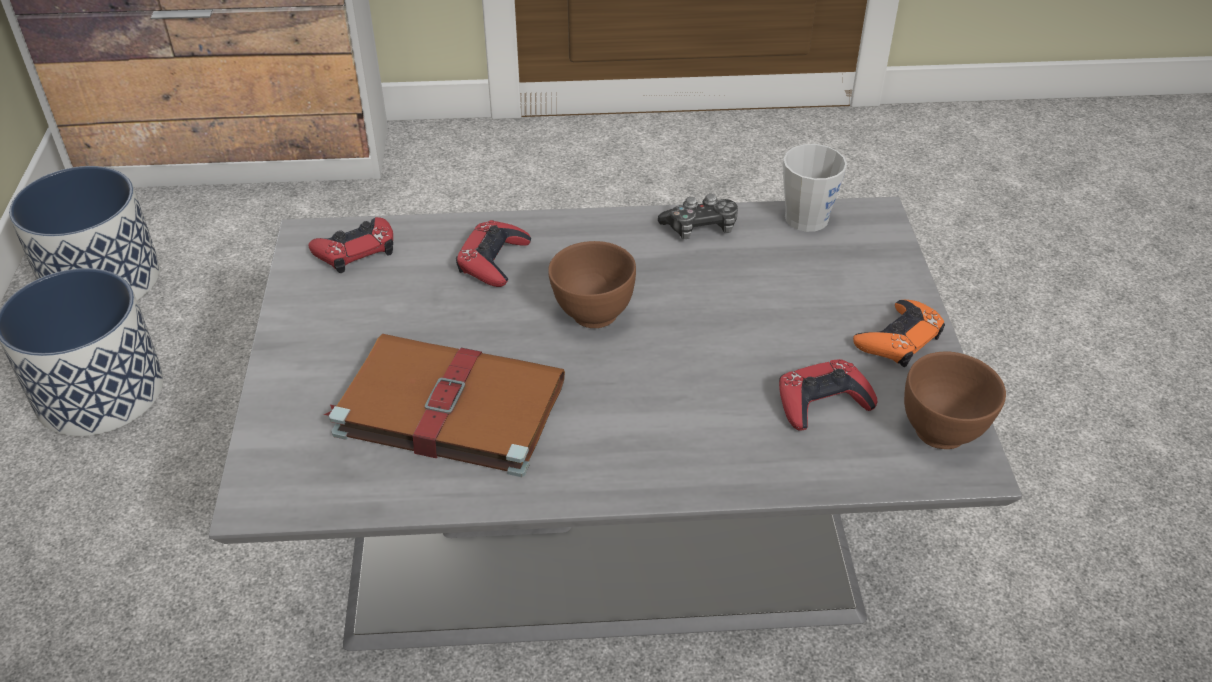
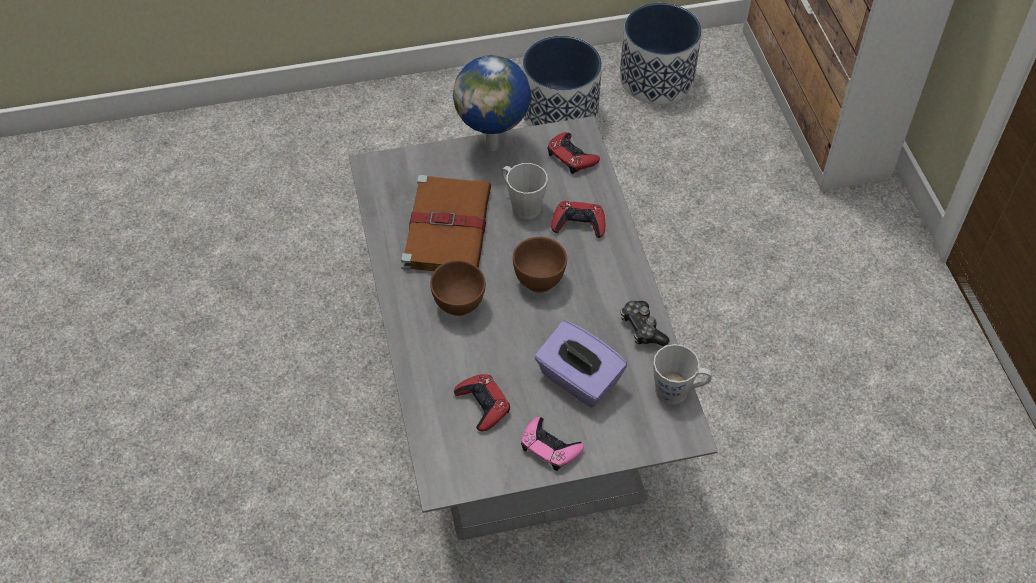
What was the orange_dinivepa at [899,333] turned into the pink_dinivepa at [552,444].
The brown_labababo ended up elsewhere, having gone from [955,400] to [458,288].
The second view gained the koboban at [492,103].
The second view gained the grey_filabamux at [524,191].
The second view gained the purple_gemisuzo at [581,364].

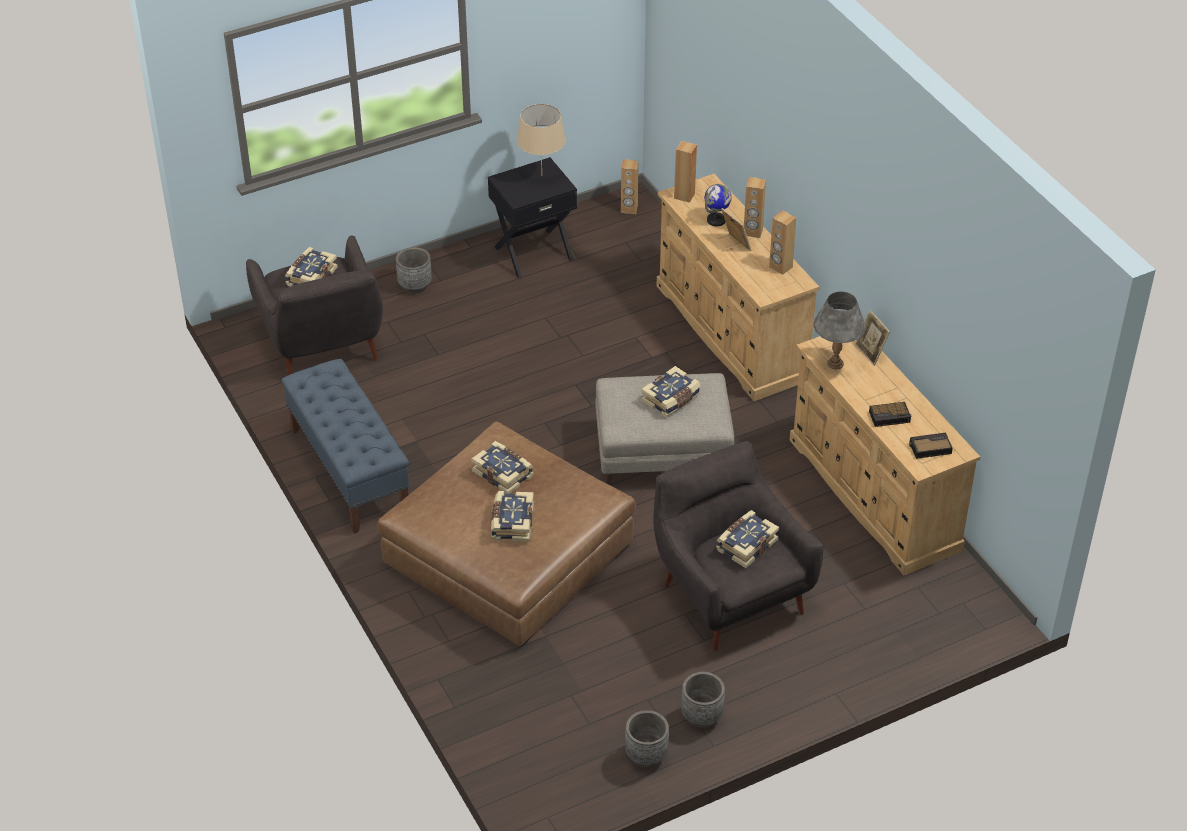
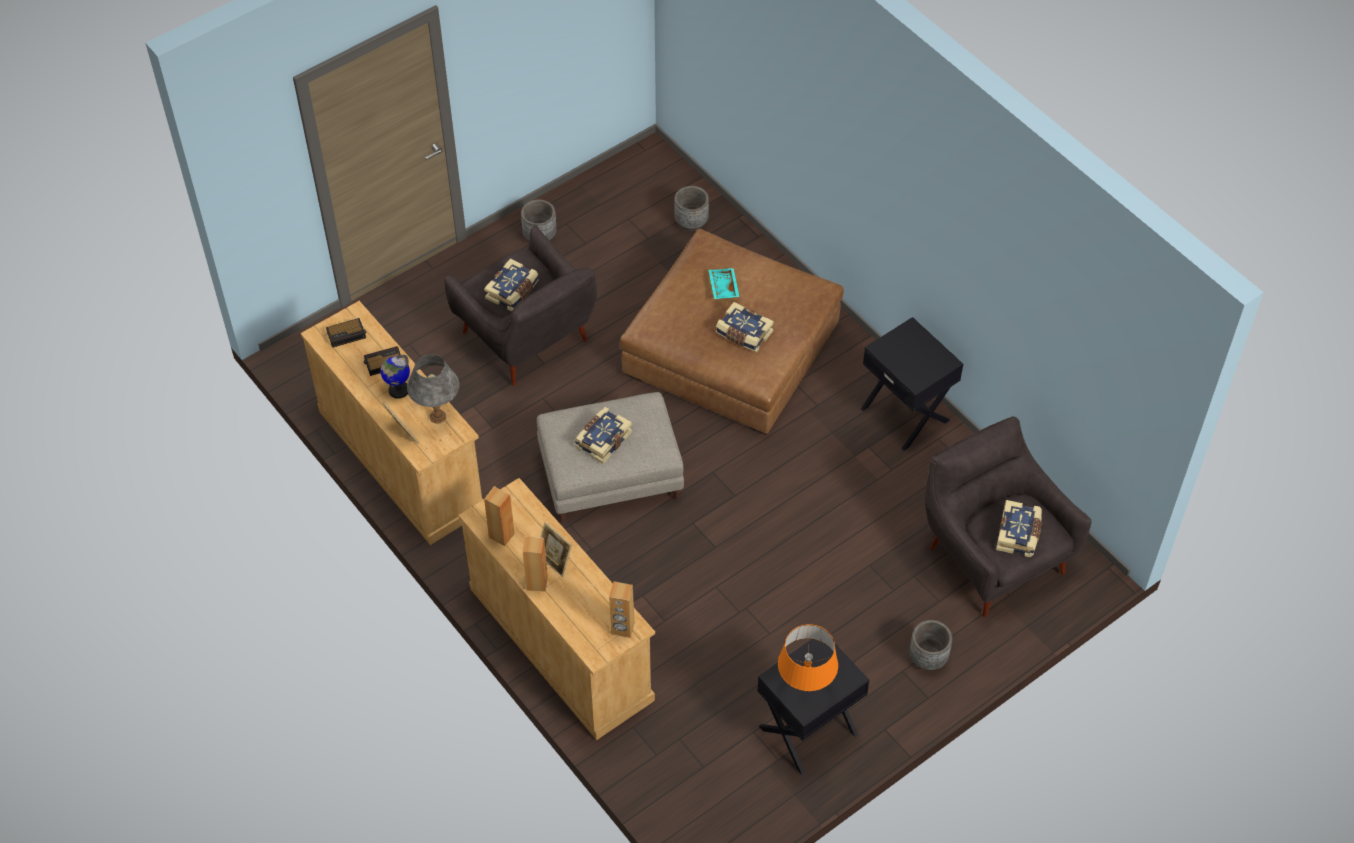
Where the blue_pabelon stood at [345,446], the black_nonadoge came to stand at [912,384].
Where the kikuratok stood at [512,516], the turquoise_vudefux came to stand at [724,283].
What was the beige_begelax at [541,137] turned into the orange_begelax at [808,658].
The second view lost the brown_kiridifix at [629,186].
The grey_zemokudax ended up elsewhere, having gone from [647,738] to [691,208].
The koboban ended up elsewhere, having gone from [718,205] to [395,377].

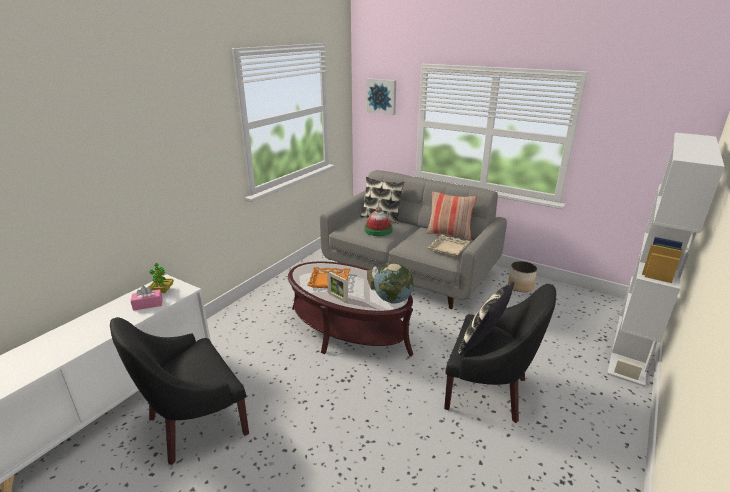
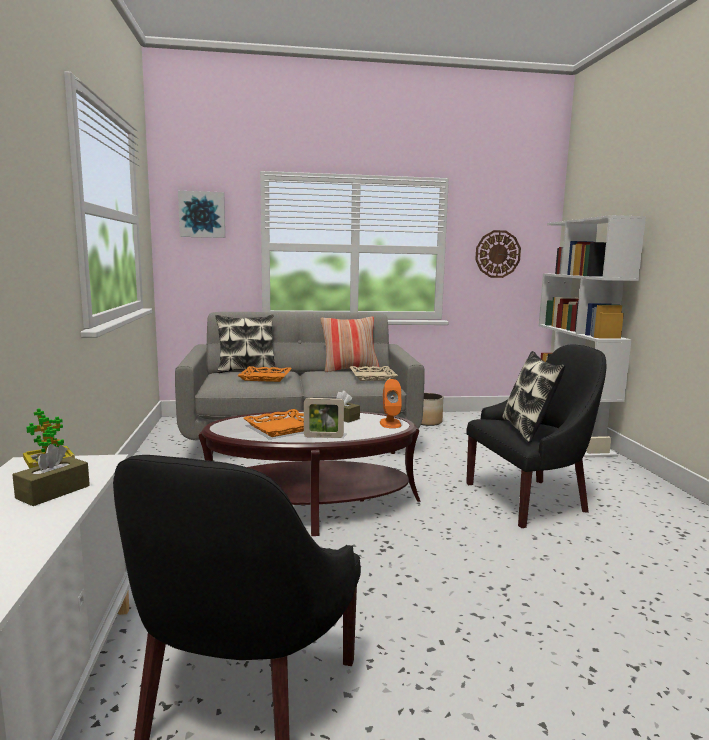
What was the pink_gemisuzo at [147,298] turned into the brown_gemisuzo at [51,475].
Where the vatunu stood at [378,221], the orange_vudefux came to stand at [264,374].
Where the koboban stood at [394,283], the orange_kiridifix came to stand at [391,403].
The second view gained the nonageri at [498,254].

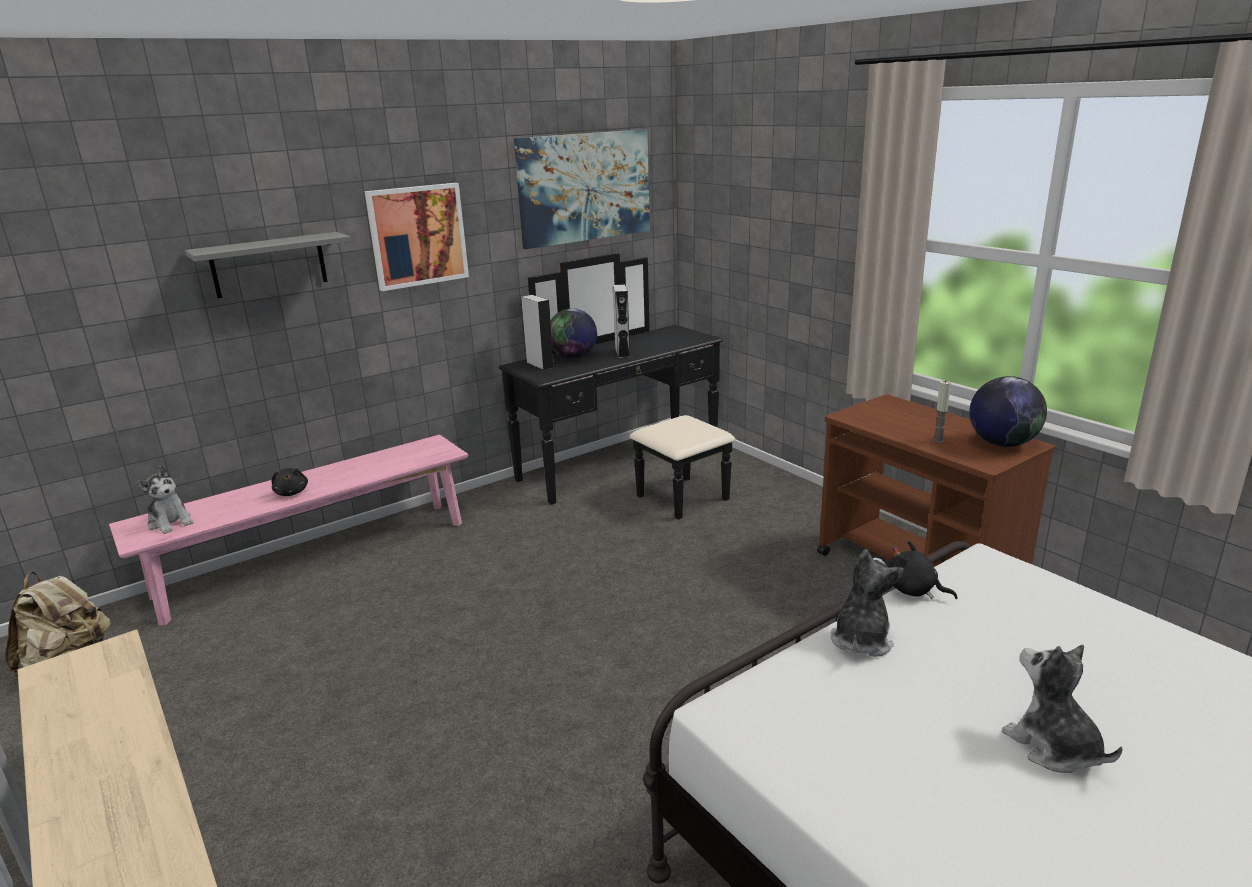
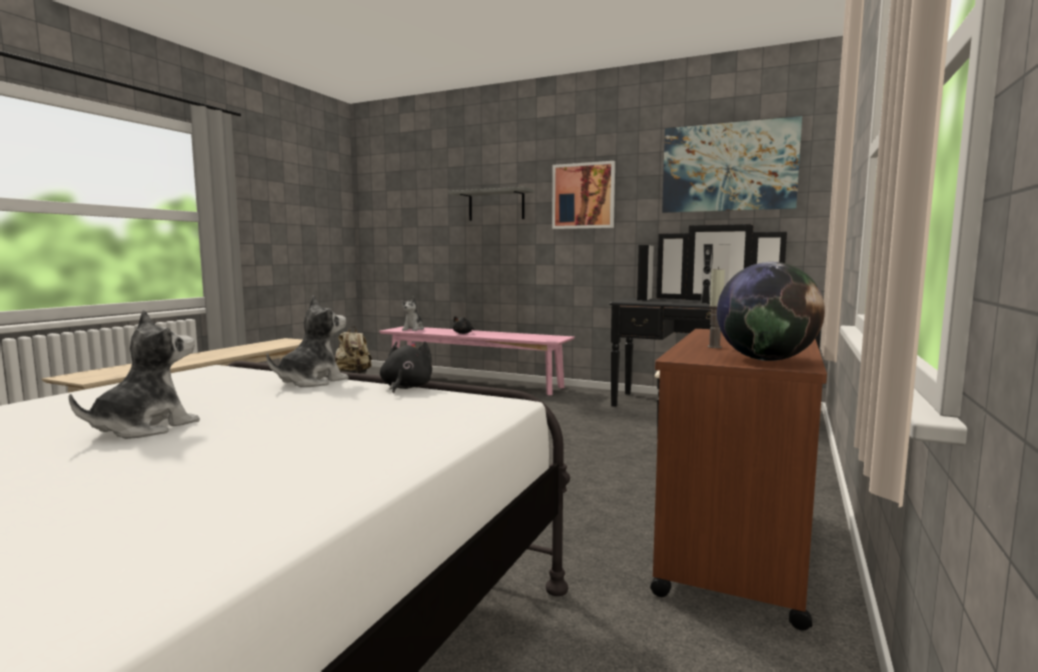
The second view lost the koboban at [574,333].
The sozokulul at [867,603] ended up facing another way, 45 degrees counterclockwise from before.

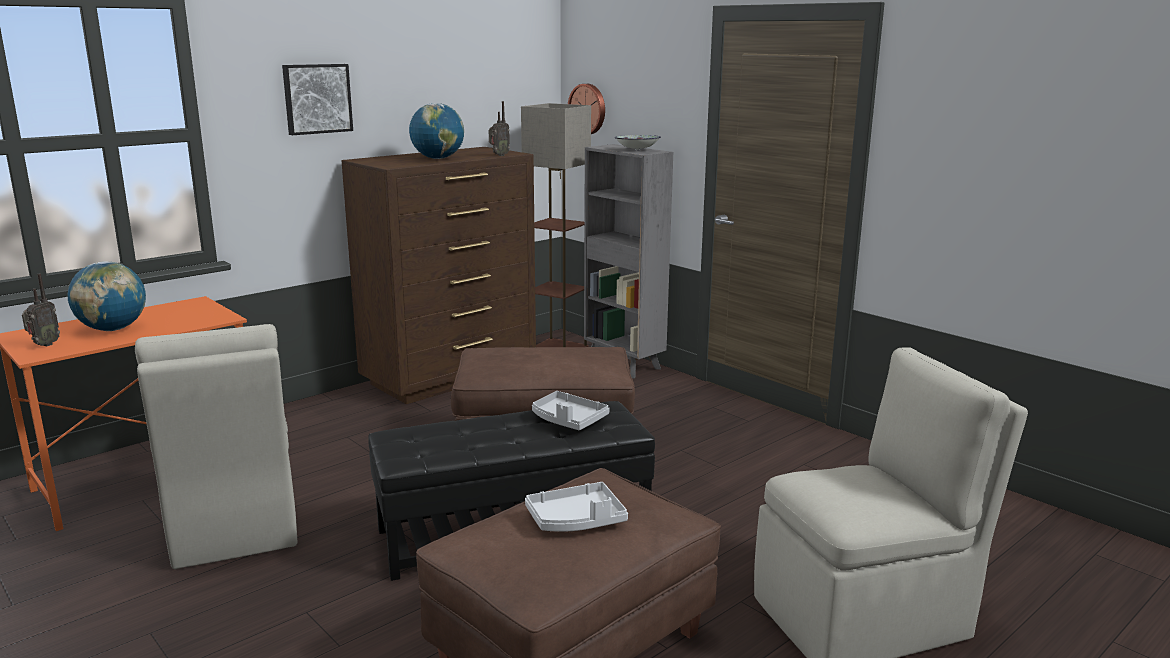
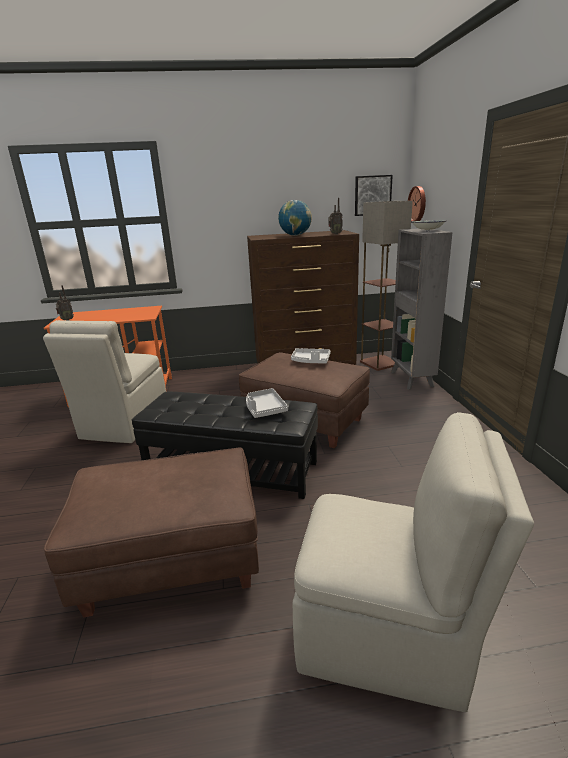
The second view lost the koboban at [106,296].
The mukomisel ended up elsewhere, having gone from [317,99] to [374,195].
The white_vudefux ended up elsewhere, having gone from [576,507] to [310,356].

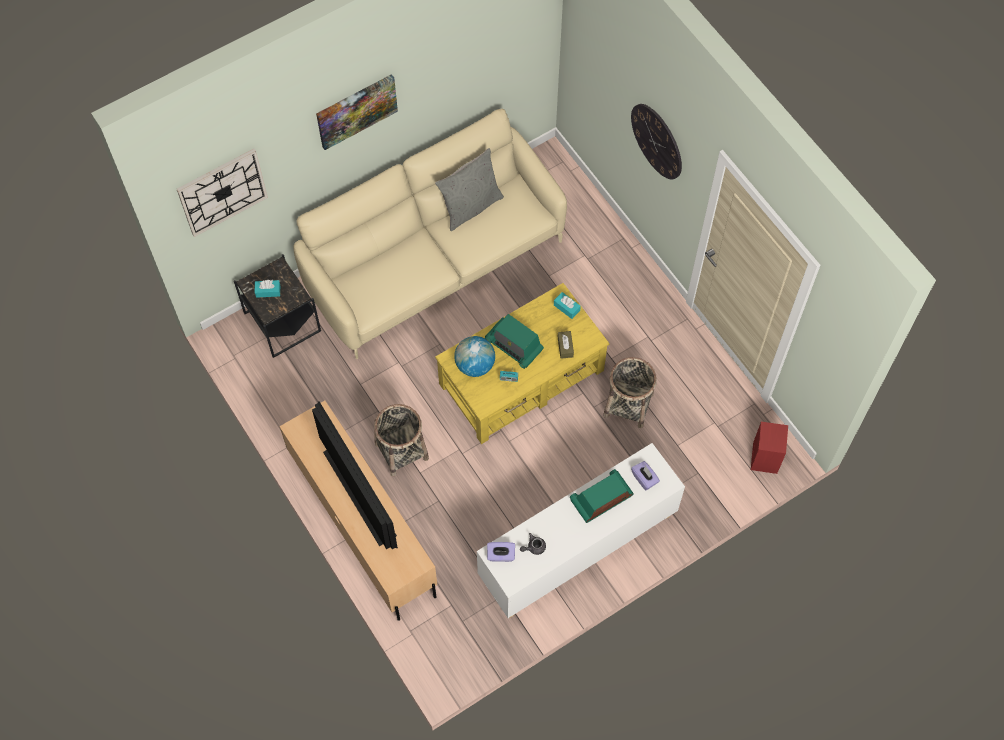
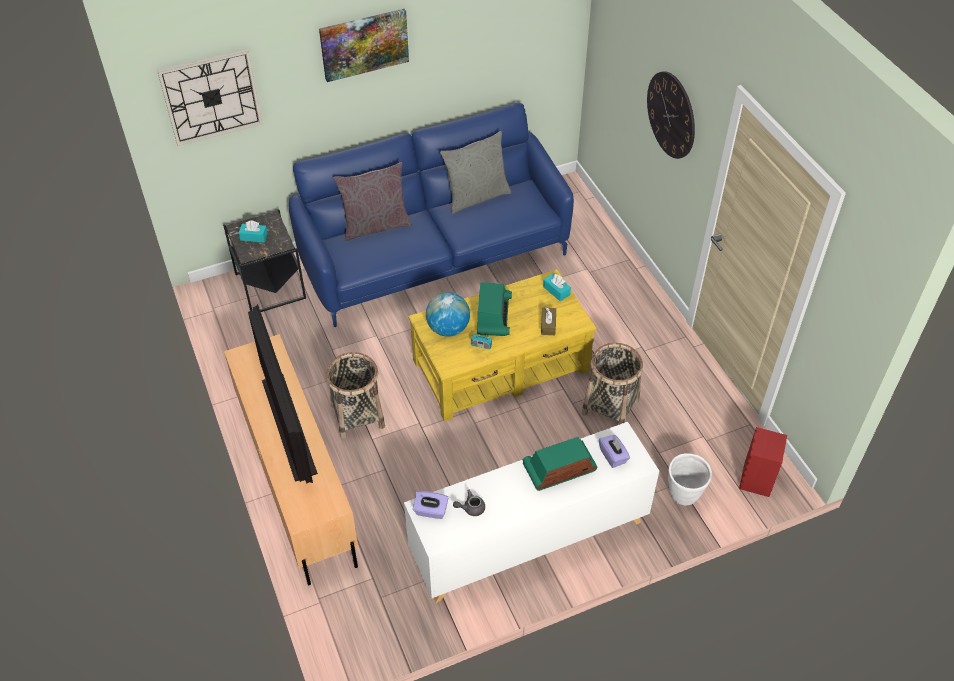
What was the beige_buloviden at [430,234] turned into the blue_buloviden at [431,215].
The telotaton at [514,341] ended up facing another way, 135 degrees counterclockwise from before.
The second view gained the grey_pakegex at [372,201].
The second view gained the white_zemokudax at [690,479].

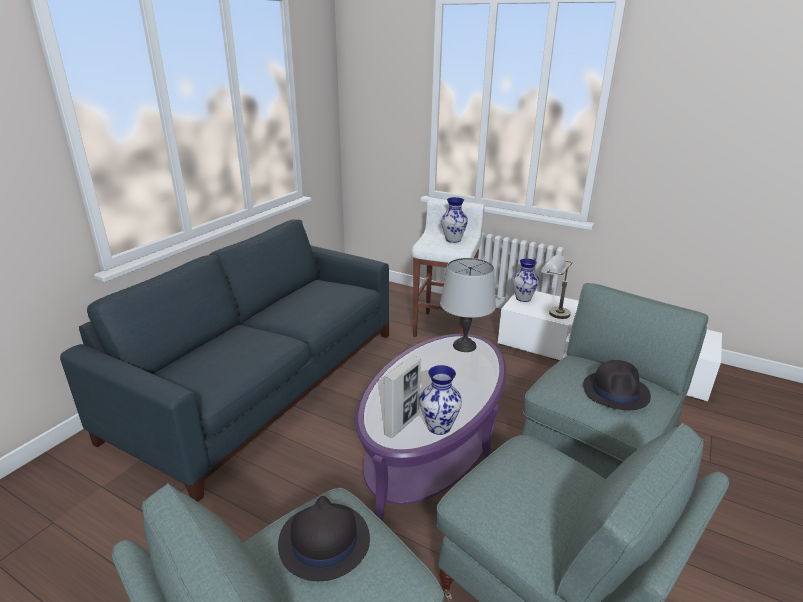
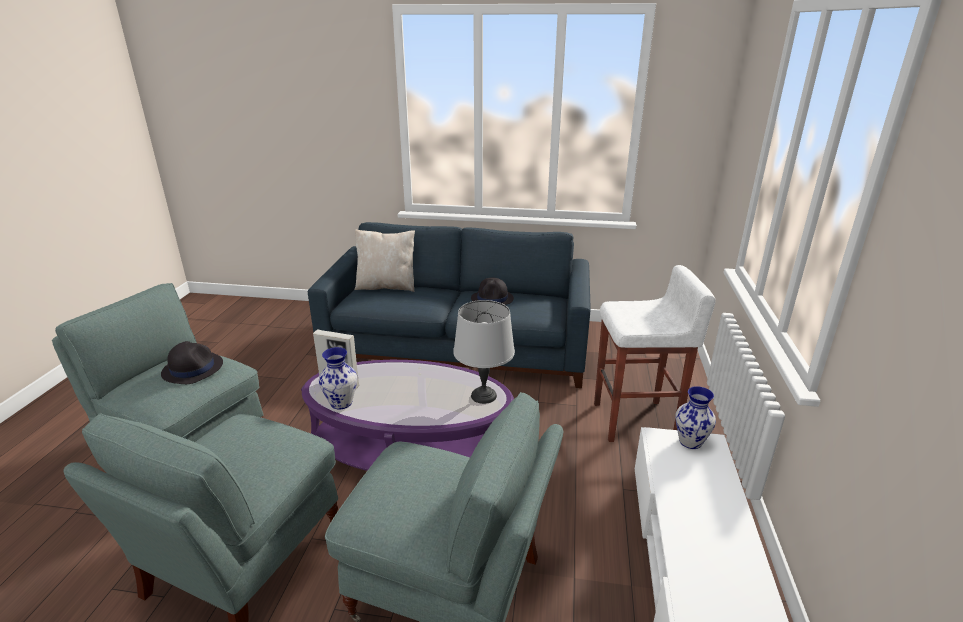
The second view lost the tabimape at [454,220].
The second view lost the grey_begelax at [557,287].
The black_vatunu ended up elsewhere, having gone from [617,385] to [492,291].
The second view gained the beige_pakegex at [385,260].

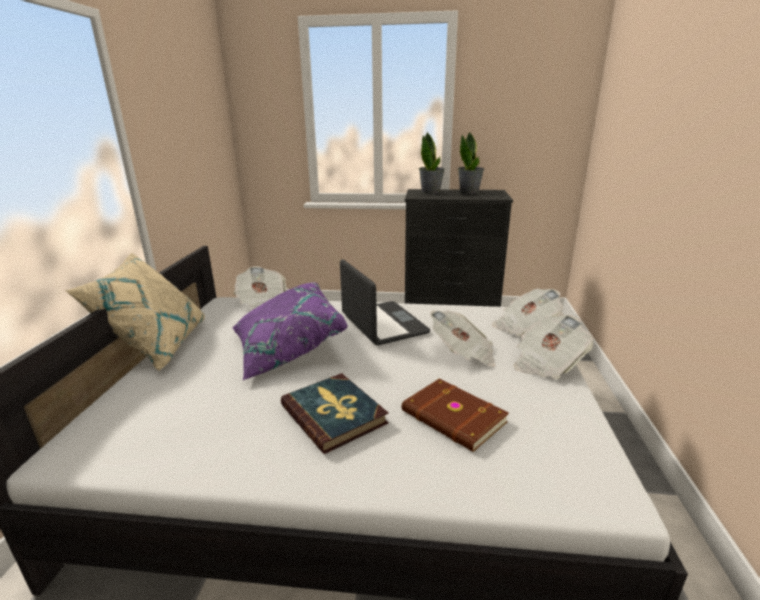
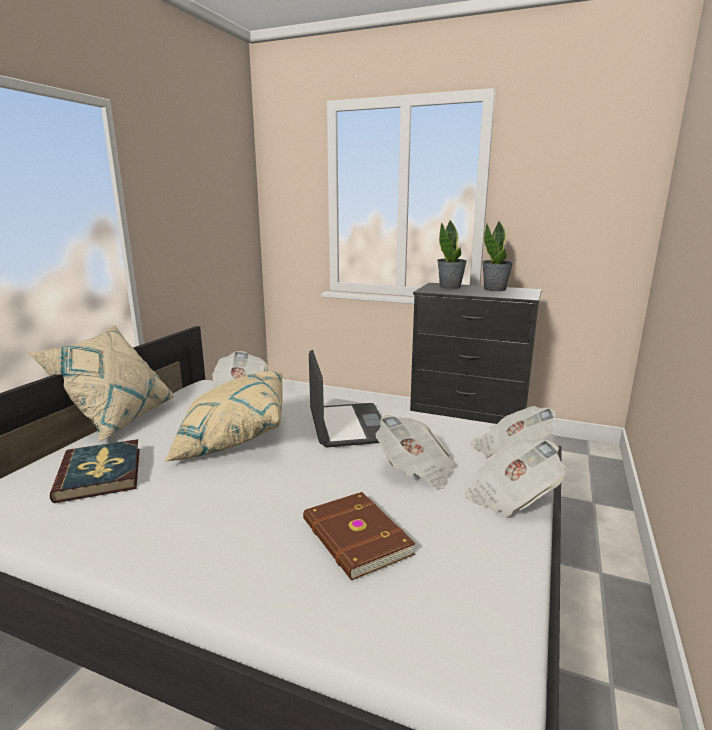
What was the purple_pakegex at [290,331] turned into the beige_pakegex at [223,416].
The kikuratok ended up elsewhere, having gone from [334,413] to [95,471].

